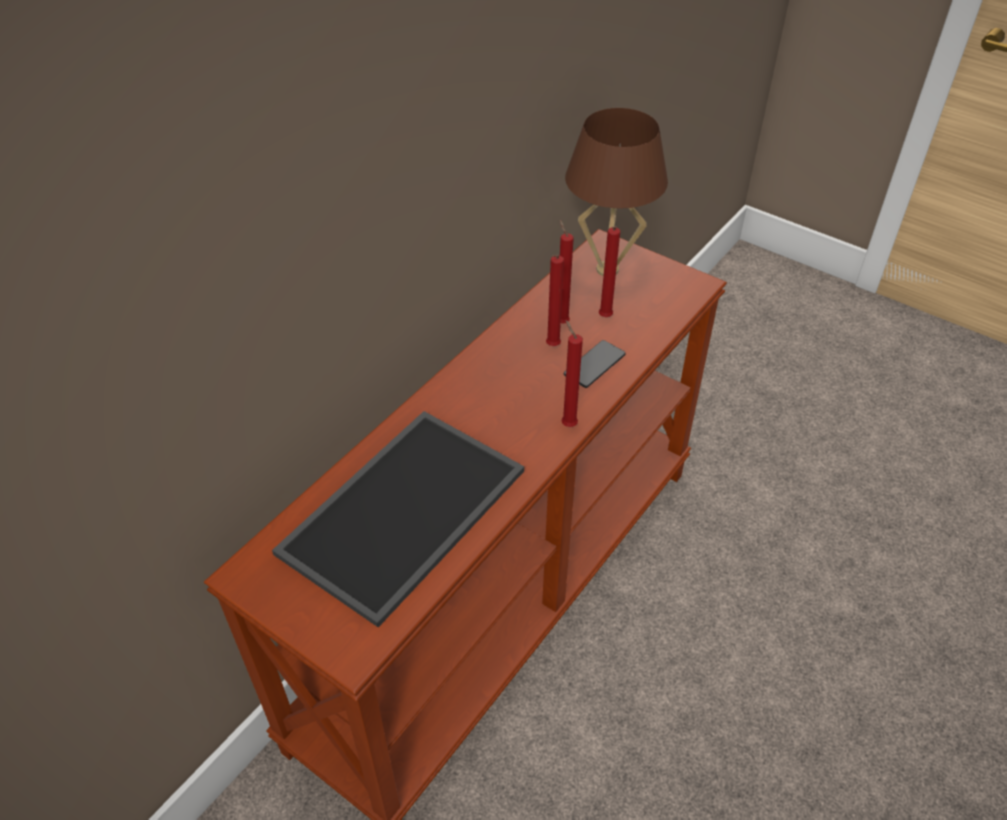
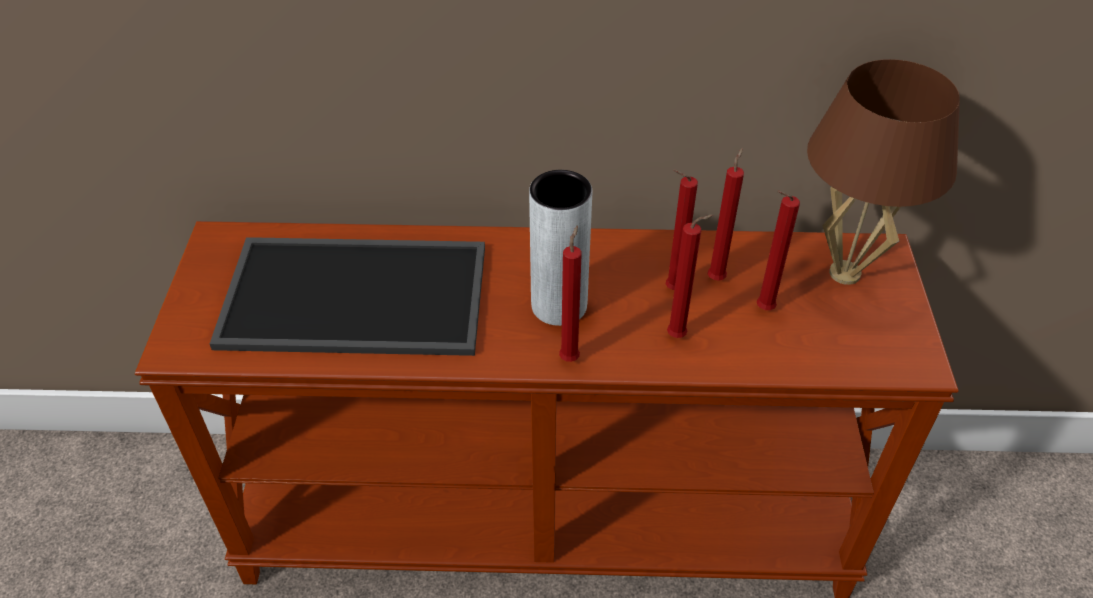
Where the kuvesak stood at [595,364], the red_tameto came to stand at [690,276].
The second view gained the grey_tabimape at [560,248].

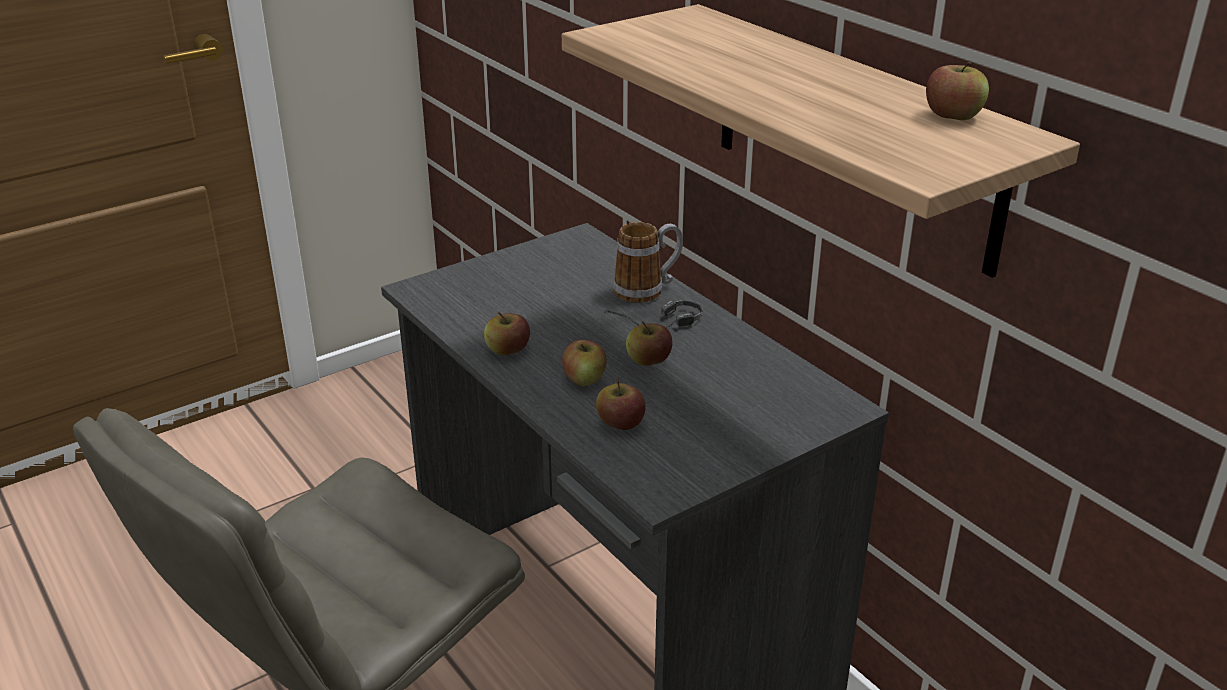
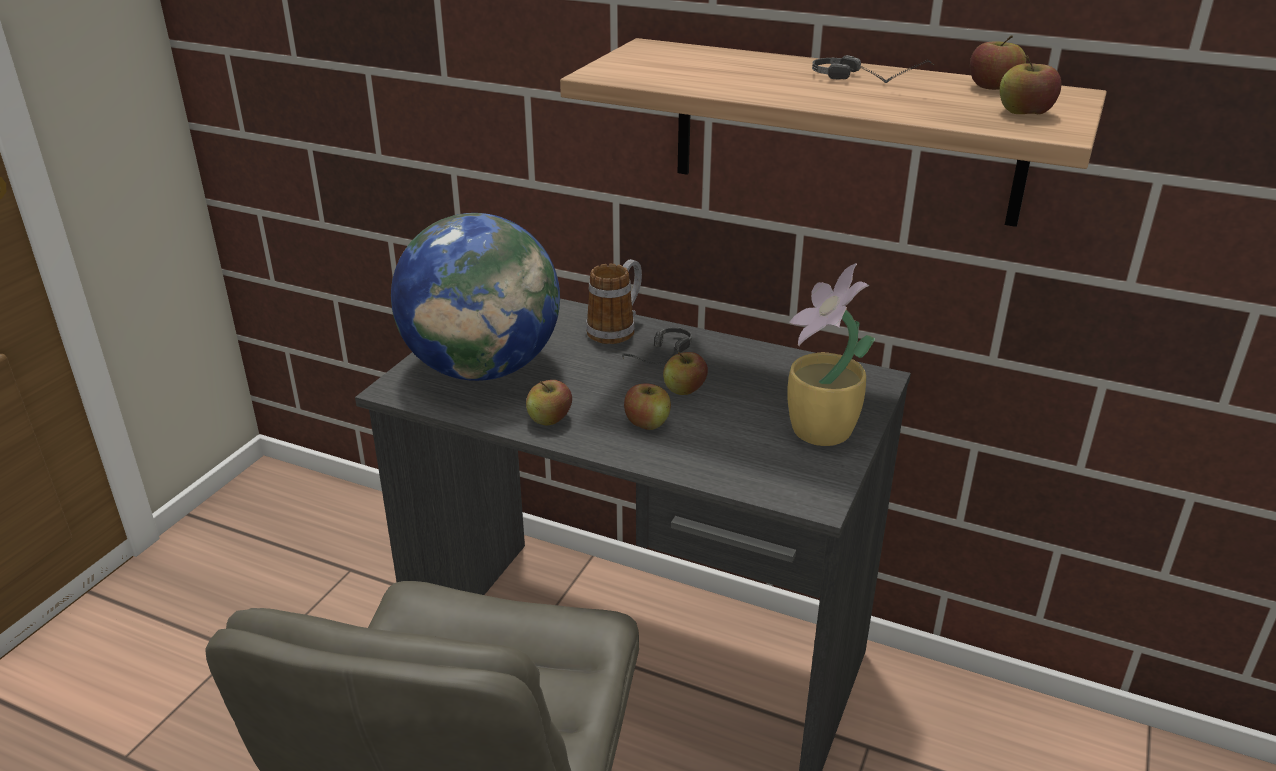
The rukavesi ended up elsewhere, having gone from [620,404] to [1030,84].
The second view gained the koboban at [475,297].
The second view gained the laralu at [831,354].
The second view gained the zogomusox at [873,69].

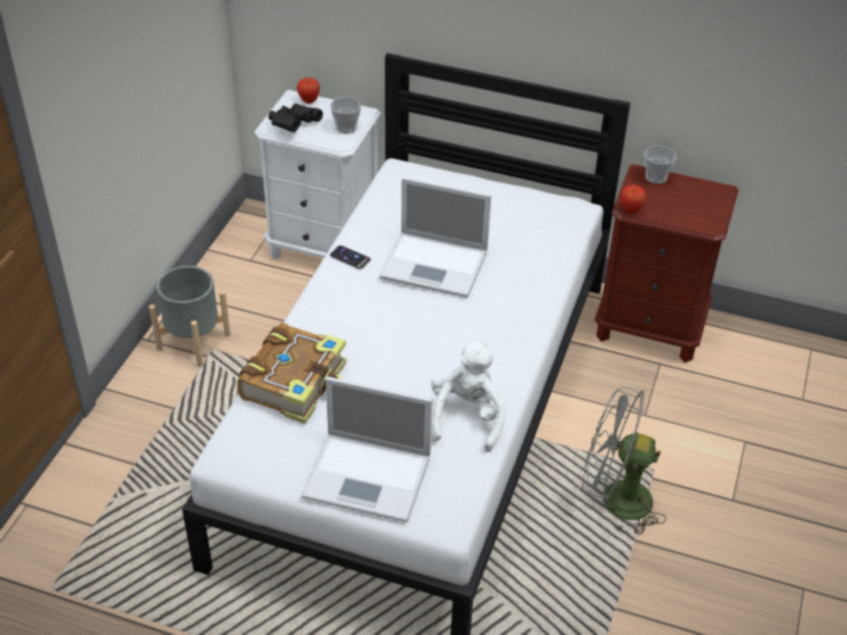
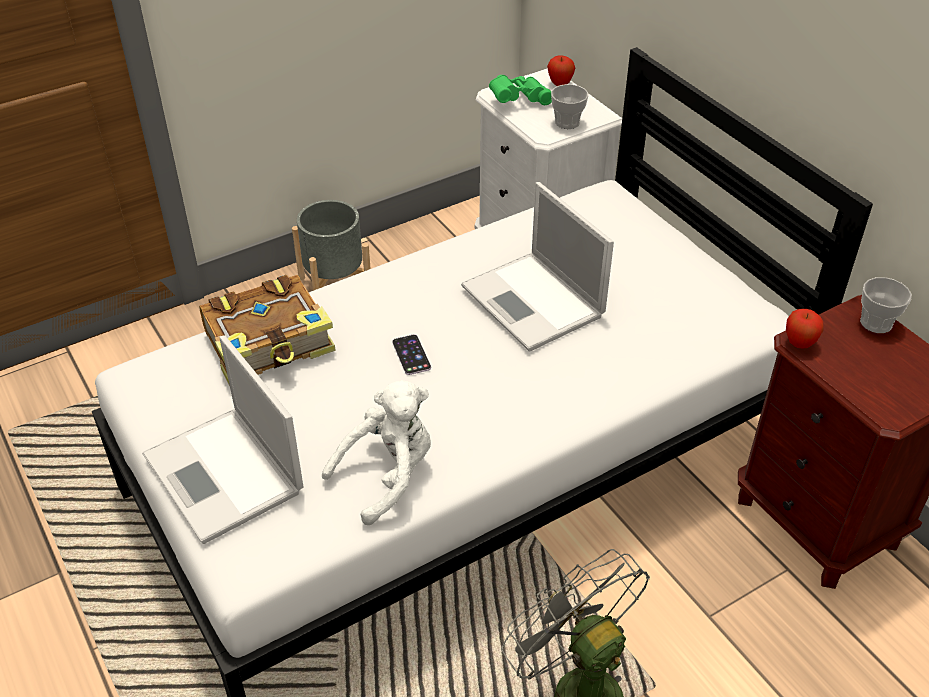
What was the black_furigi at [295,117] turned into the green_furigi at [520,90].
The kuvesak ended up elsewhere, having gone from [350,257] to [411,355].

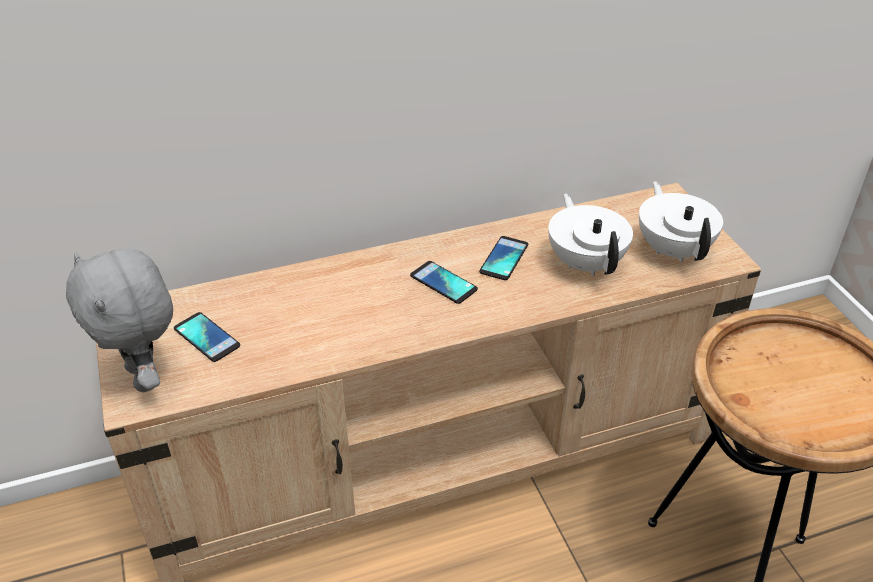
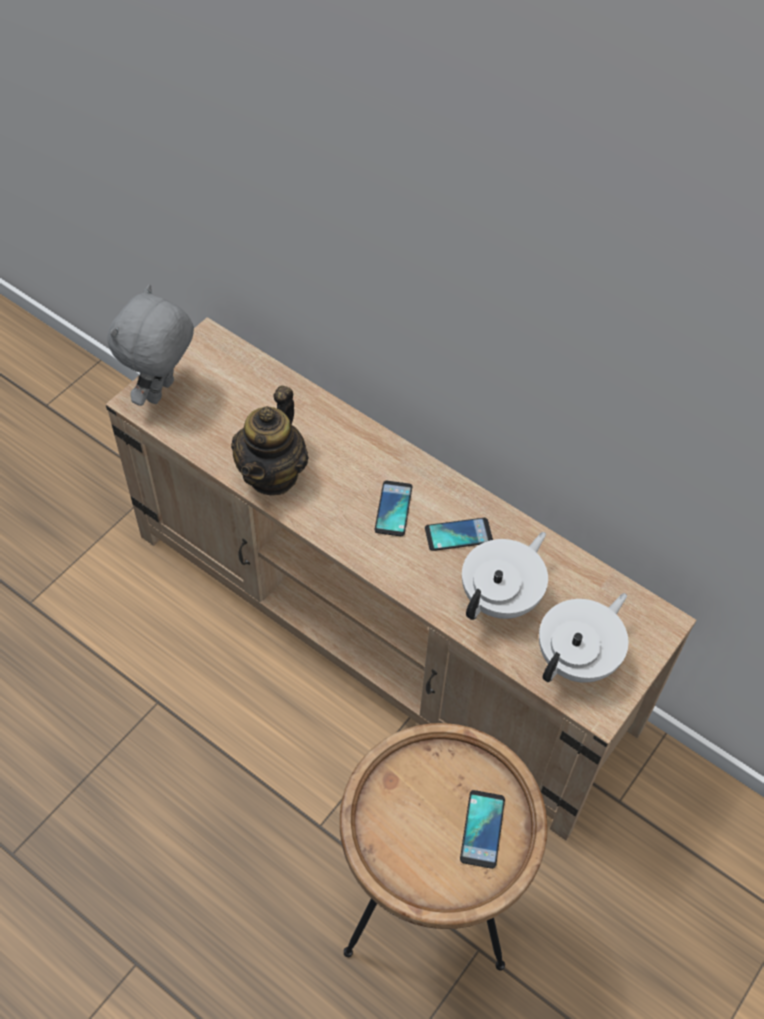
The kuvesak ended up elsewhere, having gone from [207,337] to [482,829].
The second view gained the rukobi at [270,440].

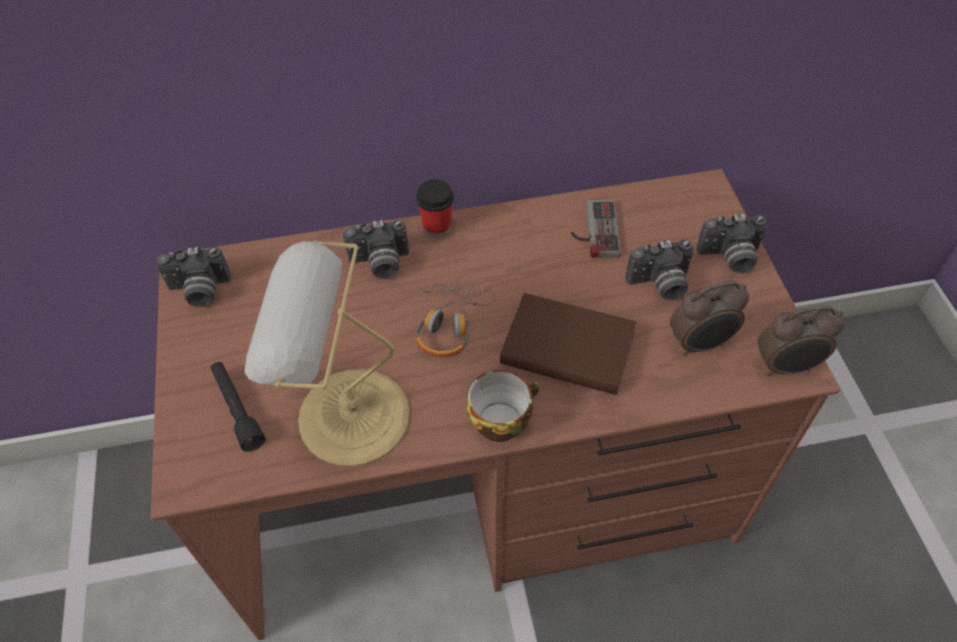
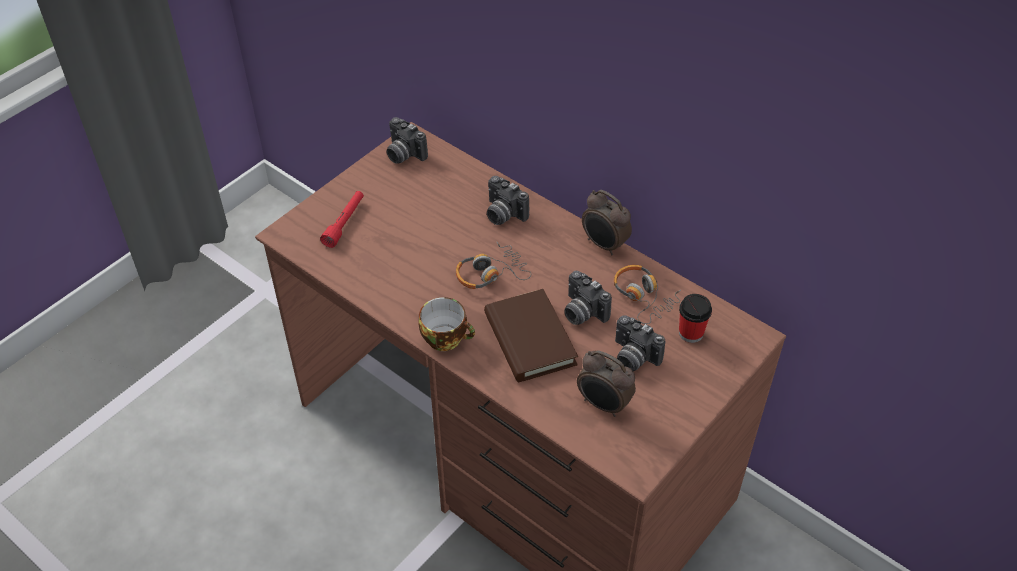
What was the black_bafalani at [238,407] turned into the red_bafalani at [342,219].
The second view lost the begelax at [327,353].
The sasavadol ended up elsewhere, having gone from [435,208] to [695,318].
Where the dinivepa stood at [596,229], the zogomusox came to stand at [647,294].
The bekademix ended up elsewhere, having gone from [732,243] to [588,298].
The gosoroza ended up elsewhere, having gone from [800,340] to [607,223].

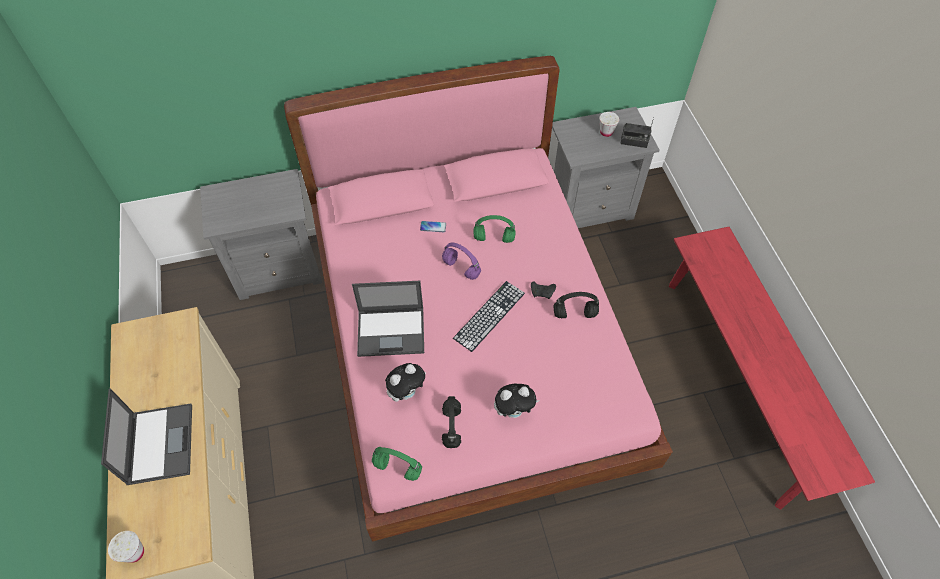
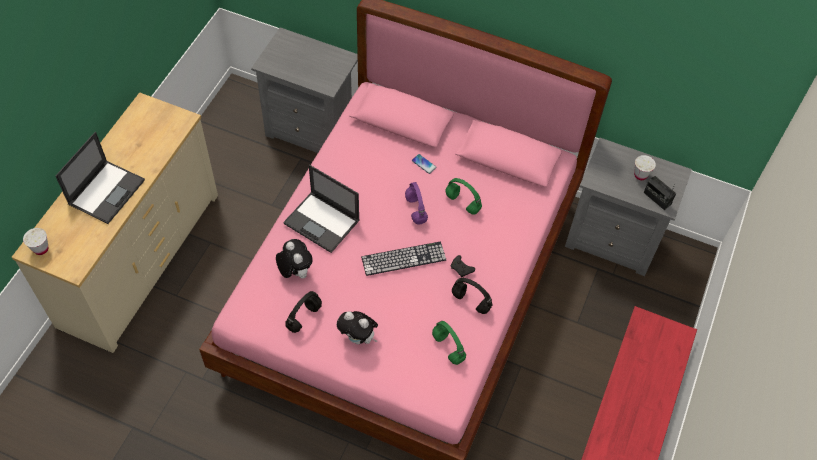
The green_zogomusox ended up elsewhere, having gone from [397,464] to [449,343].
The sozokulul at [406,382] ended up facing another way, 120 degrees counterclockwise from before.

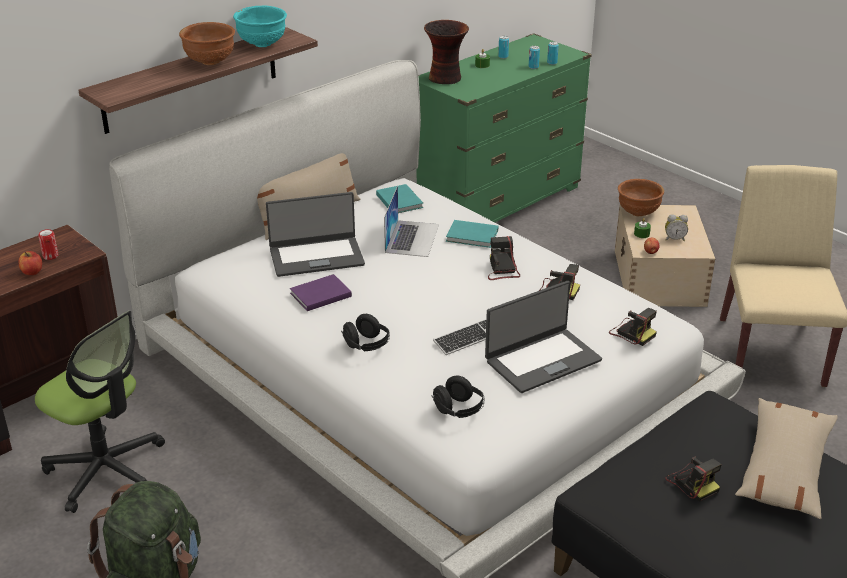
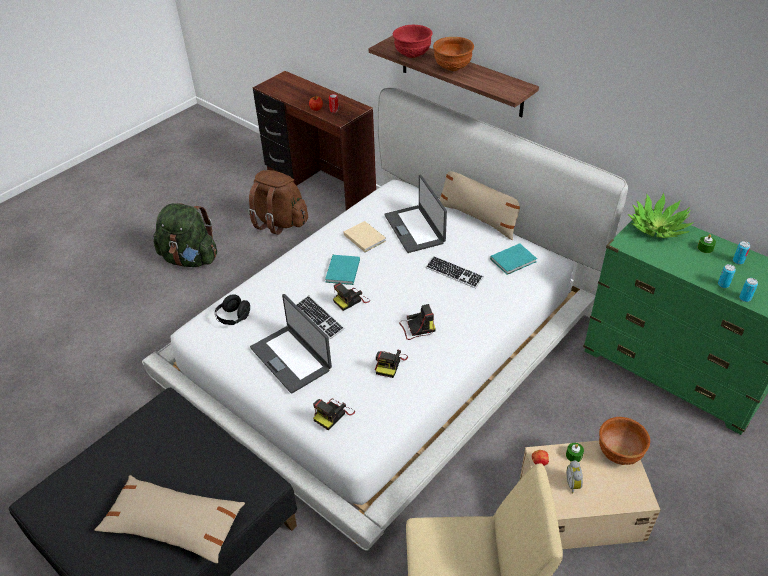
Where the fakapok stood at [100,412], the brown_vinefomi came to stand at [278,202].
The second view lost the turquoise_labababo at [260,26].
What was the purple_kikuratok at [321,292] turned into the beige_kikuratok at [365,236].
The second view lost the black_zogomusox at [365,332].
Where the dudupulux stood at [411,221], the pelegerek came to stand at [455,272].
Where the tabimape stood at [446,52], the laralu came to stand at [661,215].
The turquoise_kikuratok ended up elsewhere, having gone from [472,234] to [342,270].
The bekademix ended up elsewhere, having gone from [693,479] to [351,296].
The second view gained the red_labababo at [413,41].

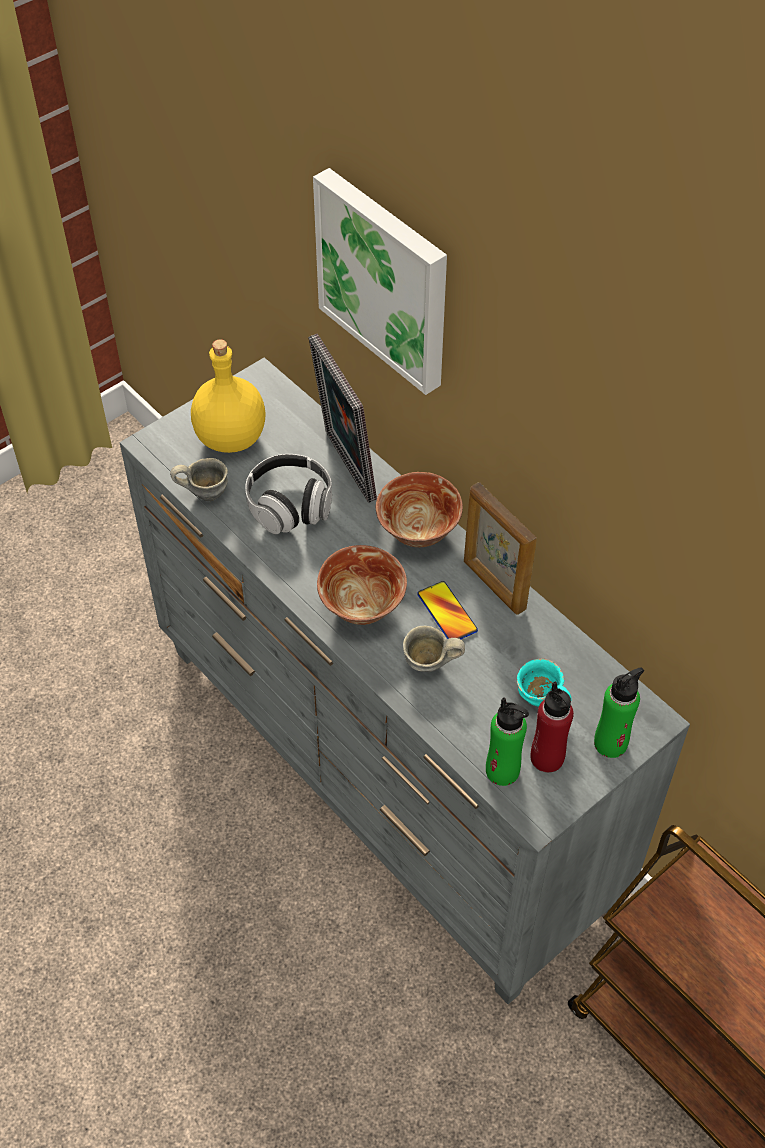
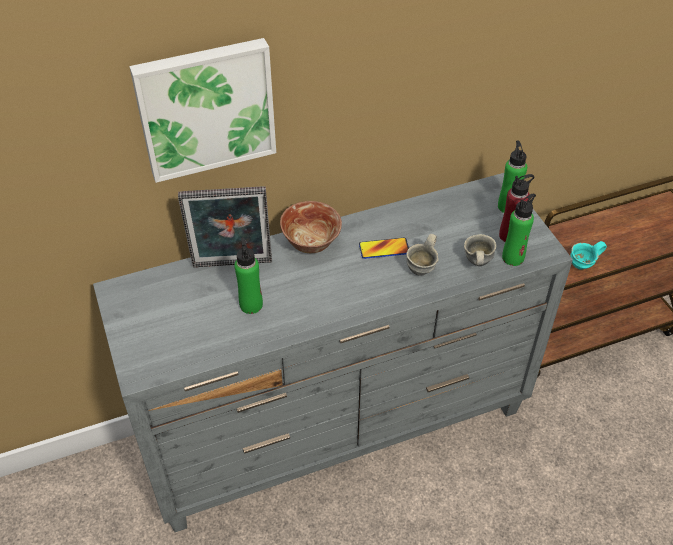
The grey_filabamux ended up elsewhere, having gone from [199,479] to [480,250].
The second view lost the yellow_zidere at [228,396].
Where the zogomusox stood at [288,494], the green_zidere came to stand at [248,276].
The second view lost the labababo at [362,585].
The second view lost the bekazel at [500,548].
The turquoise_filabamux ended up elsewhere, having gone from [544,682] to [588,255].

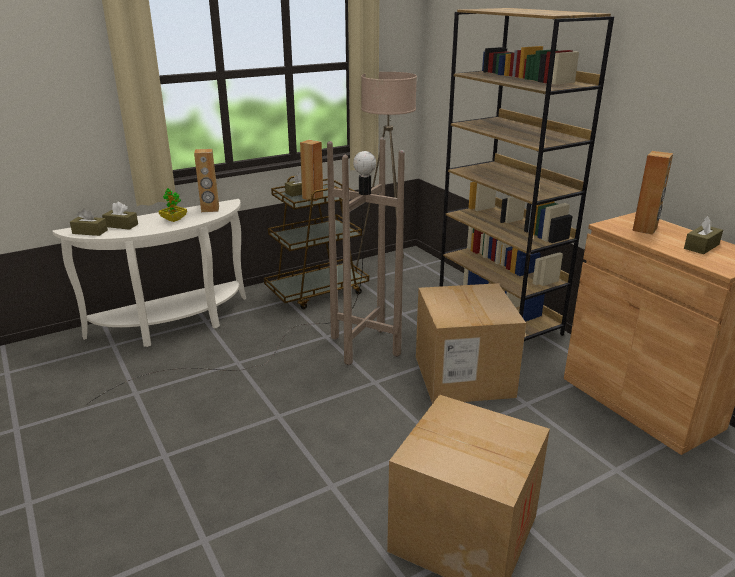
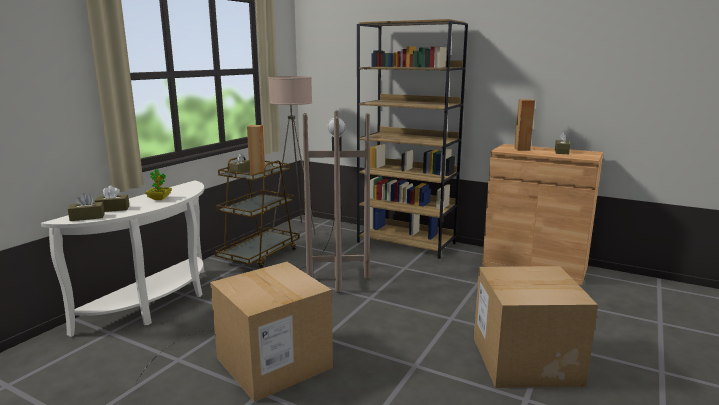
The second view lost the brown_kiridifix at [206,180].
The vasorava ended up elsewhere, having gone from [471,343] to [271,332].

